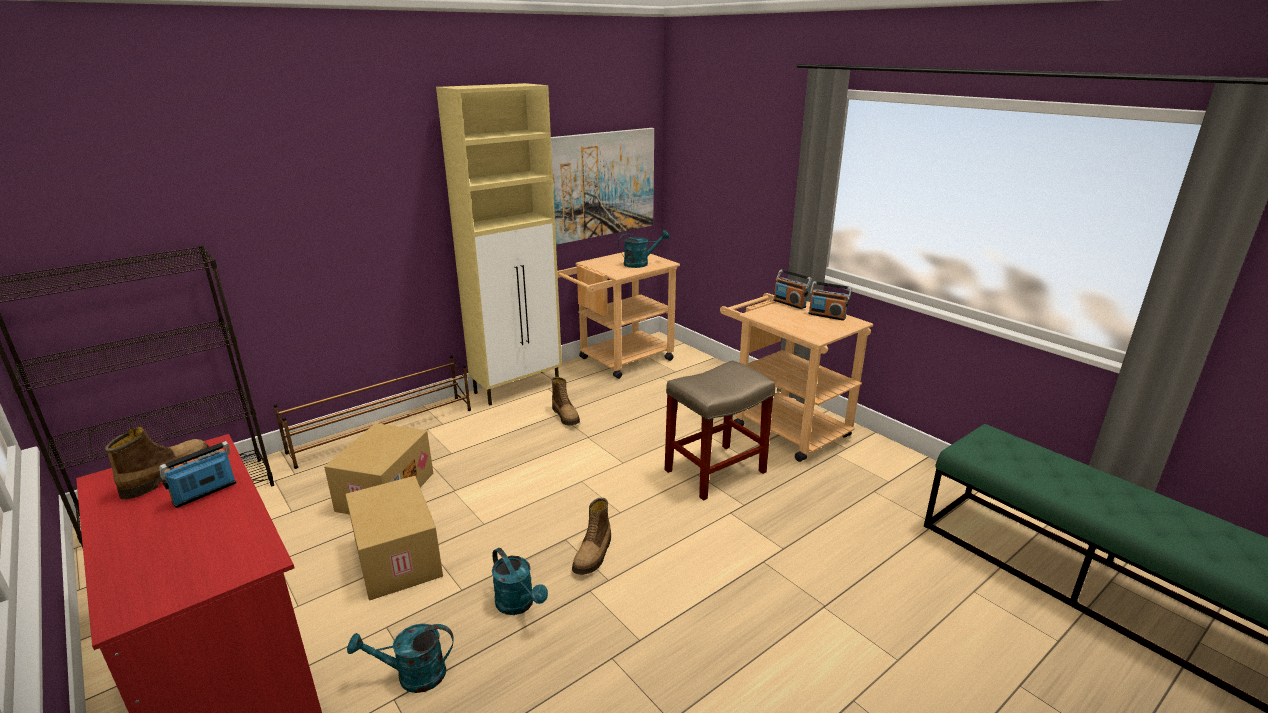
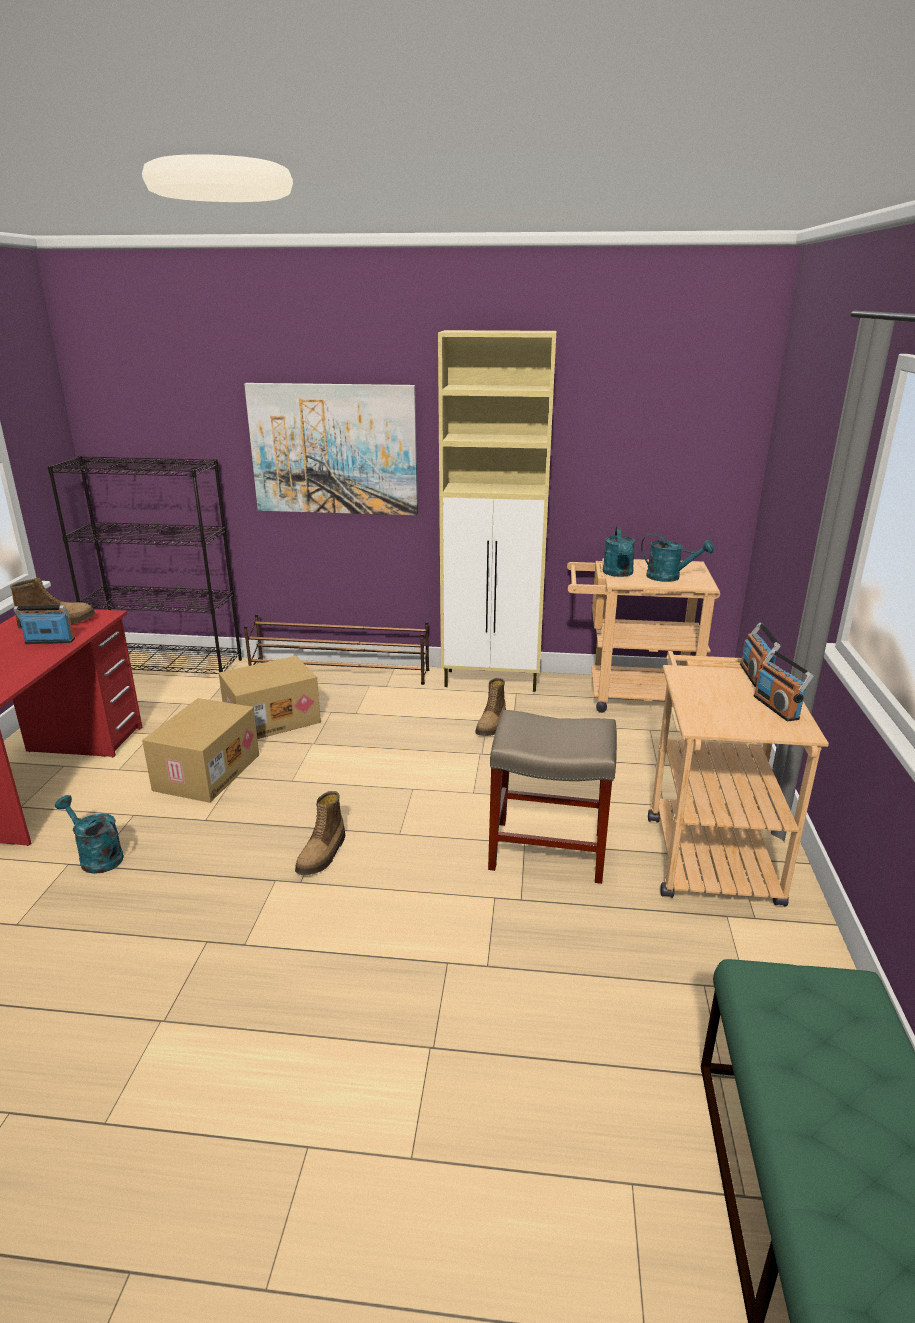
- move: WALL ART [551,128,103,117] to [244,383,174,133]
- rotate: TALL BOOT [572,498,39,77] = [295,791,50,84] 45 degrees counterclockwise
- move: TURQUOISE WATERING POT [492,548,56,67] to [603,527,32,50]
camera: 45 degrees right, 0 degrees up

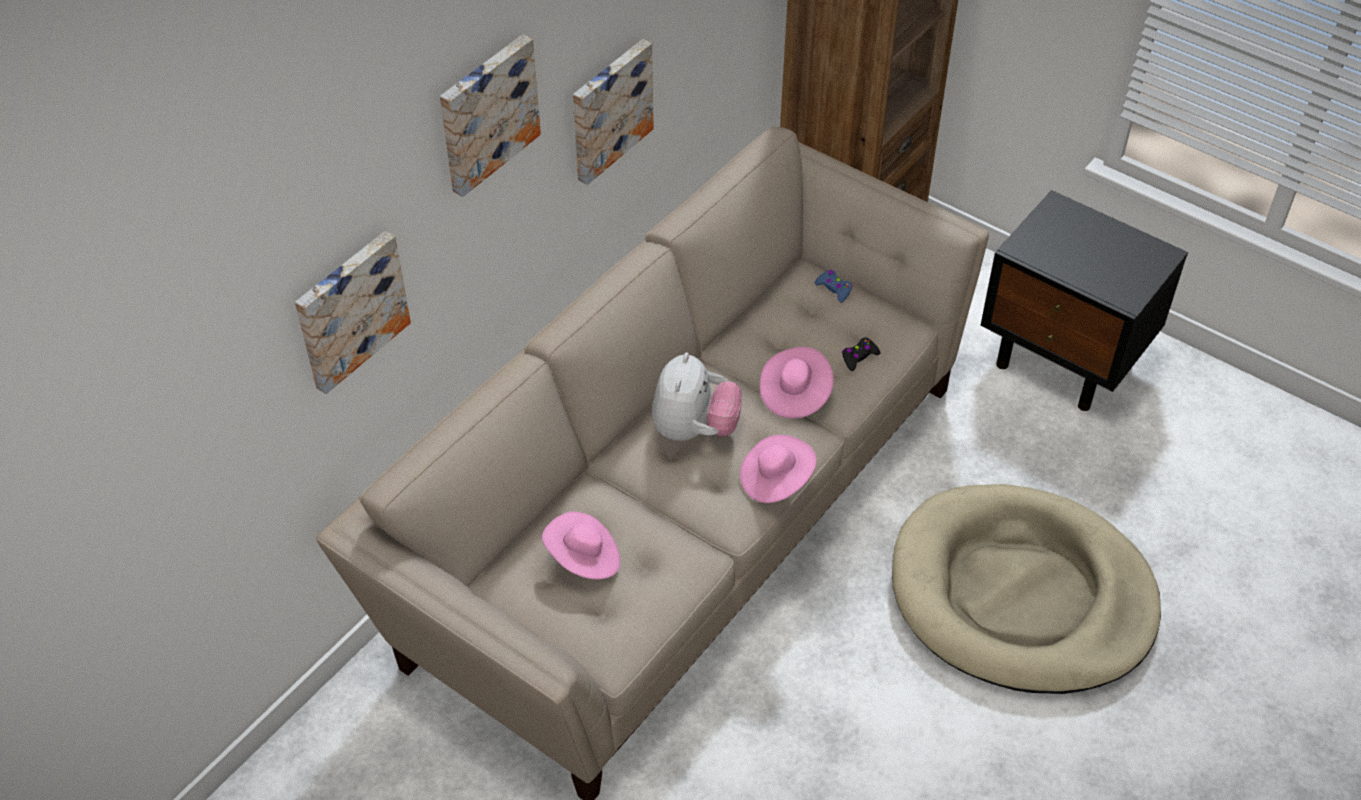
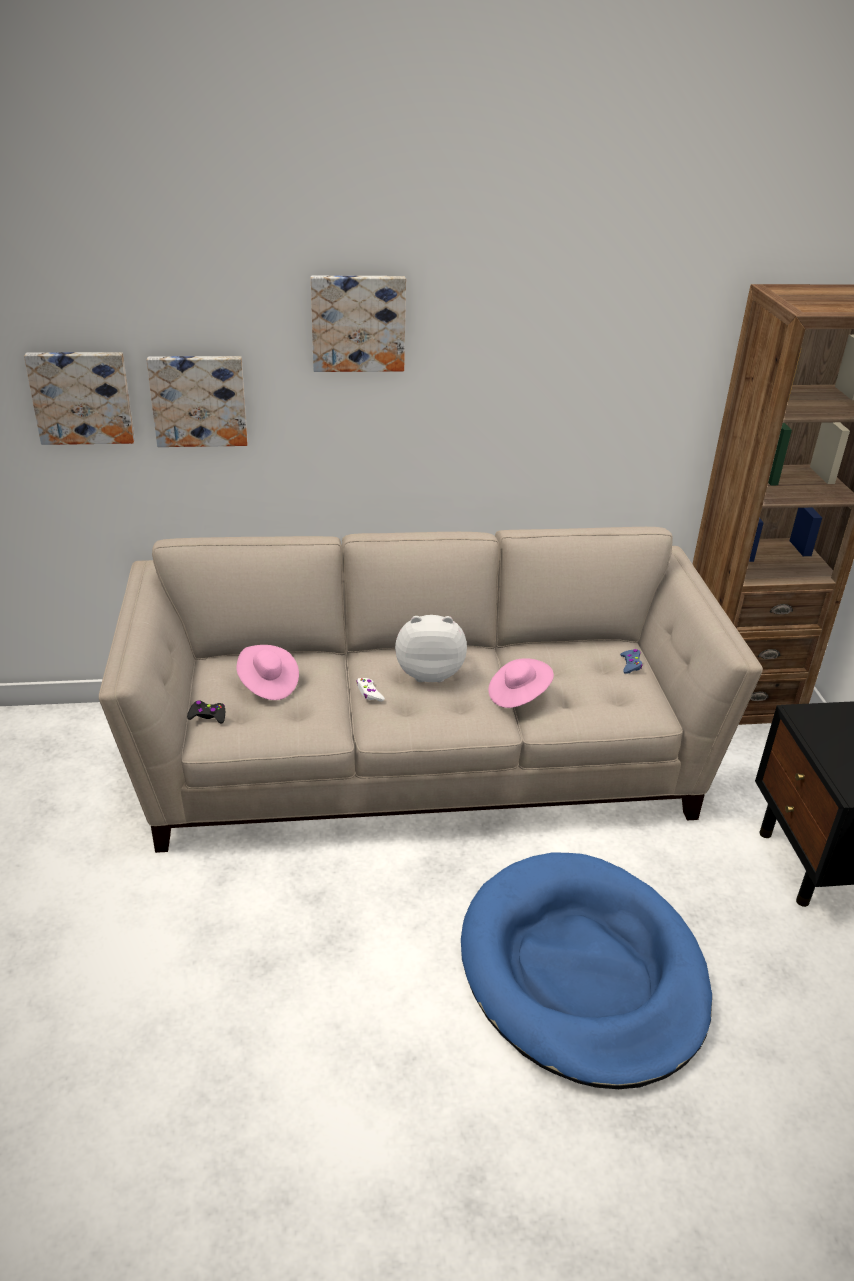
- move: WALL ART [573,39,81,146] to [24,352,111,93]
- move: BLACK GAME CONTROLLER [842,337,39,34] to [187,701,38,22]
- rotate: SOFT TOY [652,352,90,89] = [395,615,72,67] 150 degrees counterclockwise
- delete: PINK WEARABLE HAT [740,435,77,68]
- recolor: BEIGE-COLOURED PET BED [892,484,269,210] to BLUISH PET BED [461,853,251,236]
- insert: WHITE-COLOURED GAME CONTROLLER [356,678,29,24]
camera: 45 degrees right, 15 degrees down

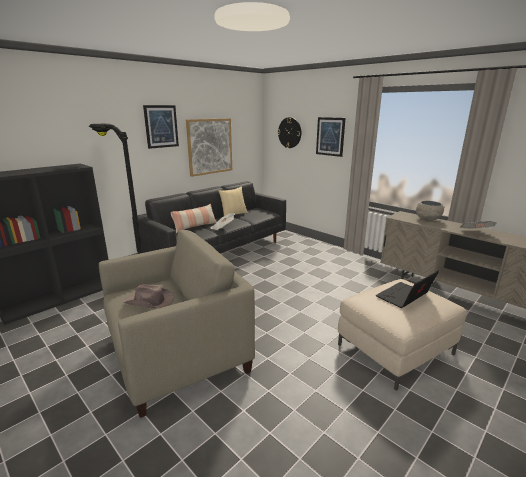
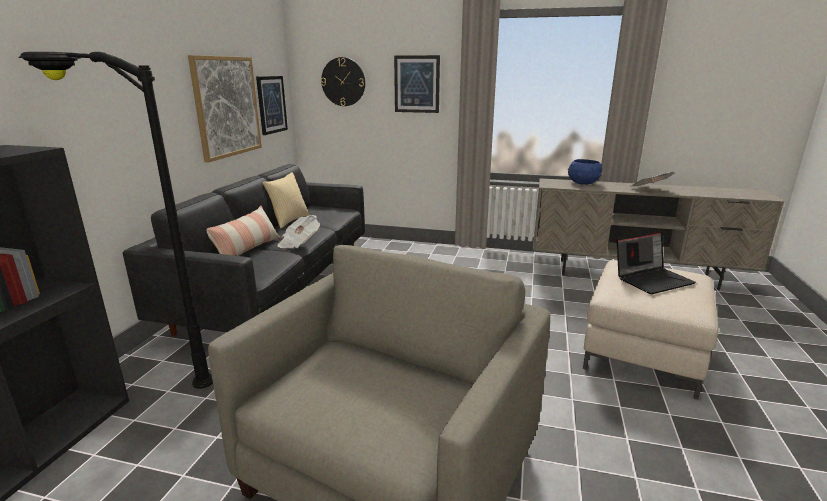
- move: WALL ART [143,105,36,44] to [256,76,32,59]
- recolor: GREYISH DEEP DISH [416,201,29,20] to BLUISH DEEP DISH [568,159,34,26]
- rotate: NOTEBOOK COMPUTER [376,270,63,38] = [617,232,79,62] 135 degrees counterclockwise
- delete: BROWN WEARABLE HAT [123,284,51,25]
camera: 30 degrees left, 0 degrees up

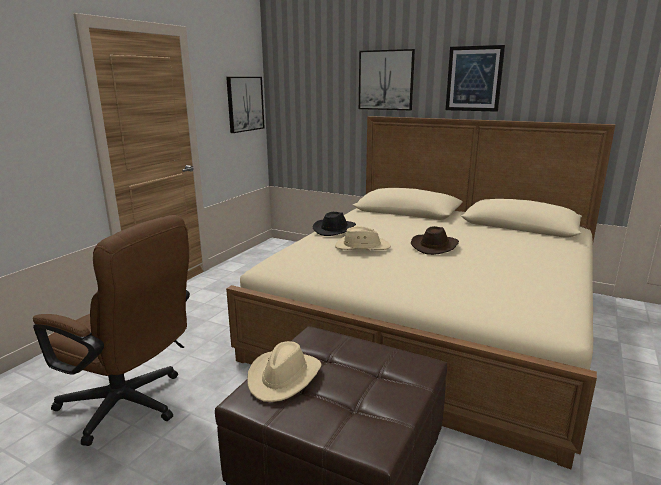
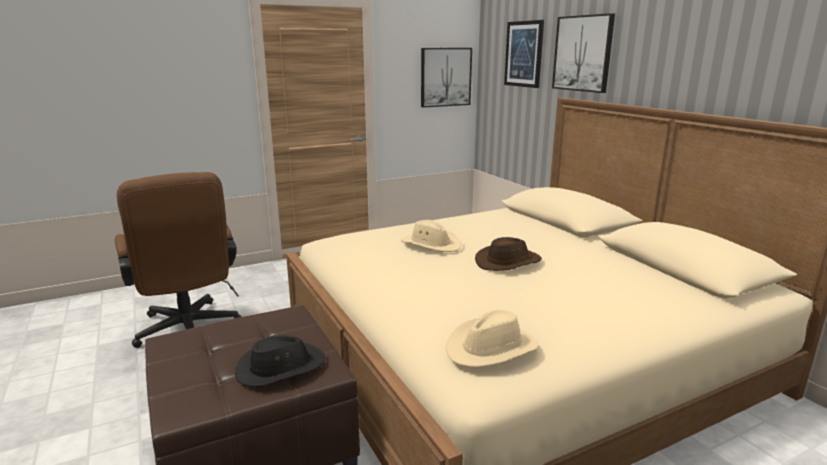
- move: WALL ART [446,45,59,67] to [504,20,40,68]
- move: BLACK WEARABLE HAT [312,212,44,24] to [235,336,91,51]
- move: BEIGE-COLOURED WEARABLE HAT [247,341,75,61] to [446,310,93,58]
camera: 35 degrees right, 0 degrees up

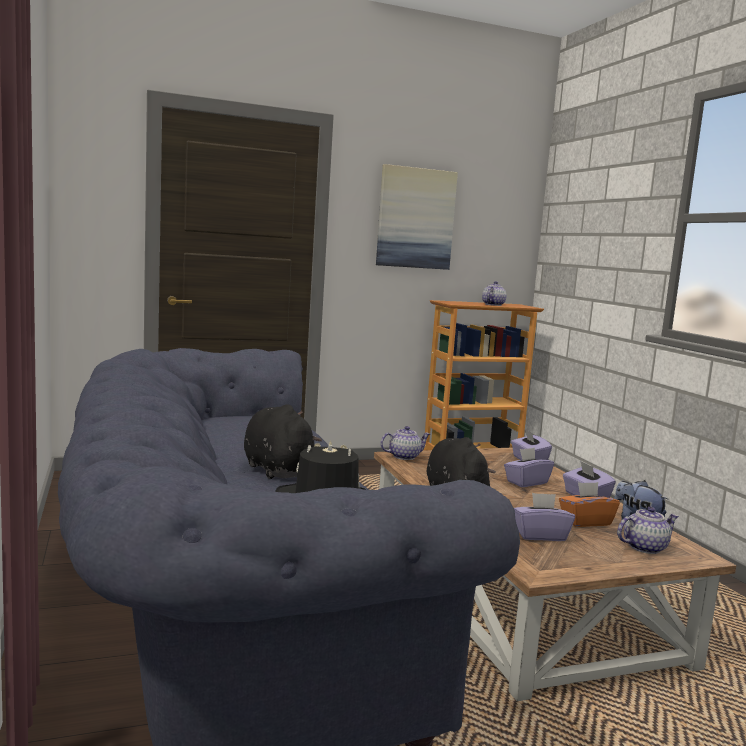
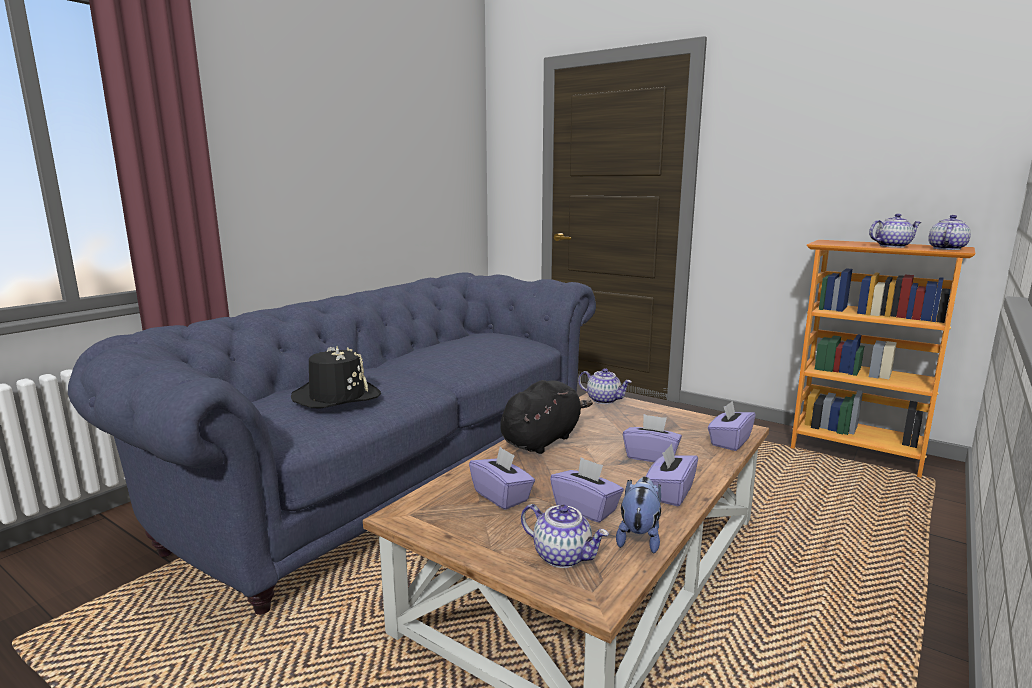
- delete: WALL ART [376,164,82,106]
- delete: BLACK SOFT TOY [244,404,78,75]
- recolor: ORANGE BOX OF TISSUES [559,482,61,45] to PURPLE-COLOURED BOX OF TISSUES [550,457,74,66]
- insert: POT FOR TEA [928,215,43,35]
camera: 55 degrees right, 5 degrees up

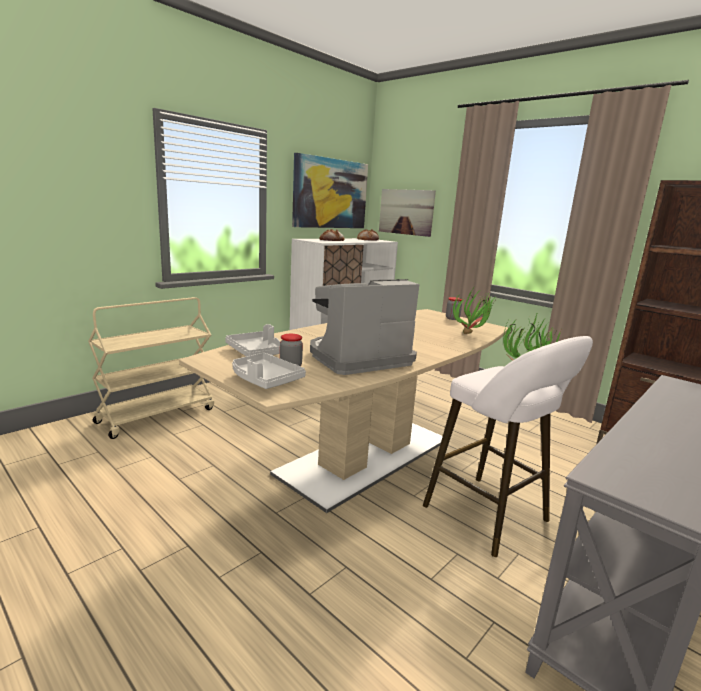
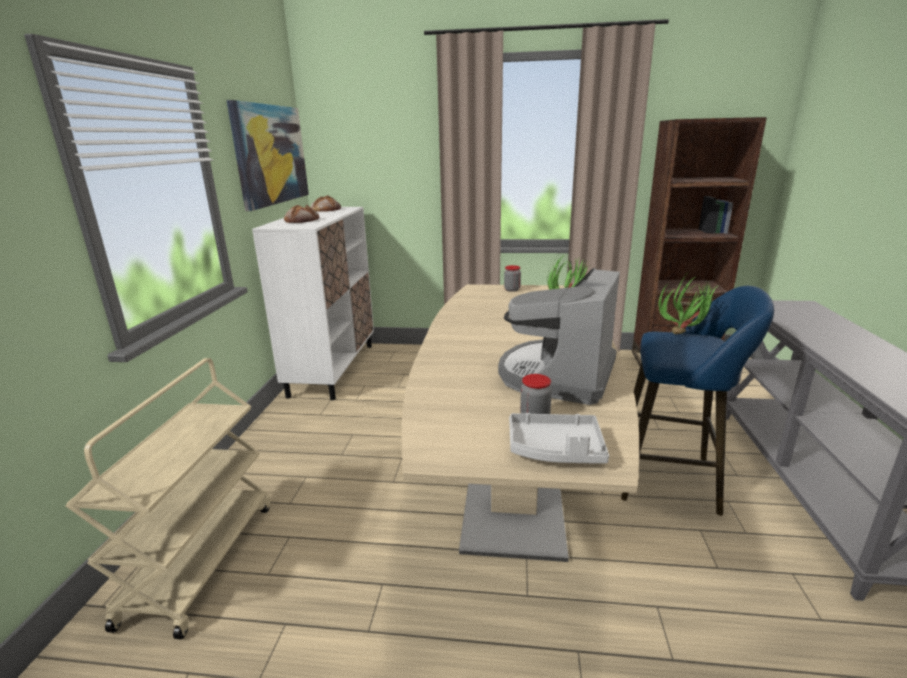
- delete: WALL ART [379,189,57,48]
- delete: GREYISH SERVING TRAY [225,324,55,33]
- recolor: WHITE-COLOURED STOOL [423,336,170,221] to BLUISH STOOL [621,286,153,230]
camera: 35 degrees left, 5 degrees up

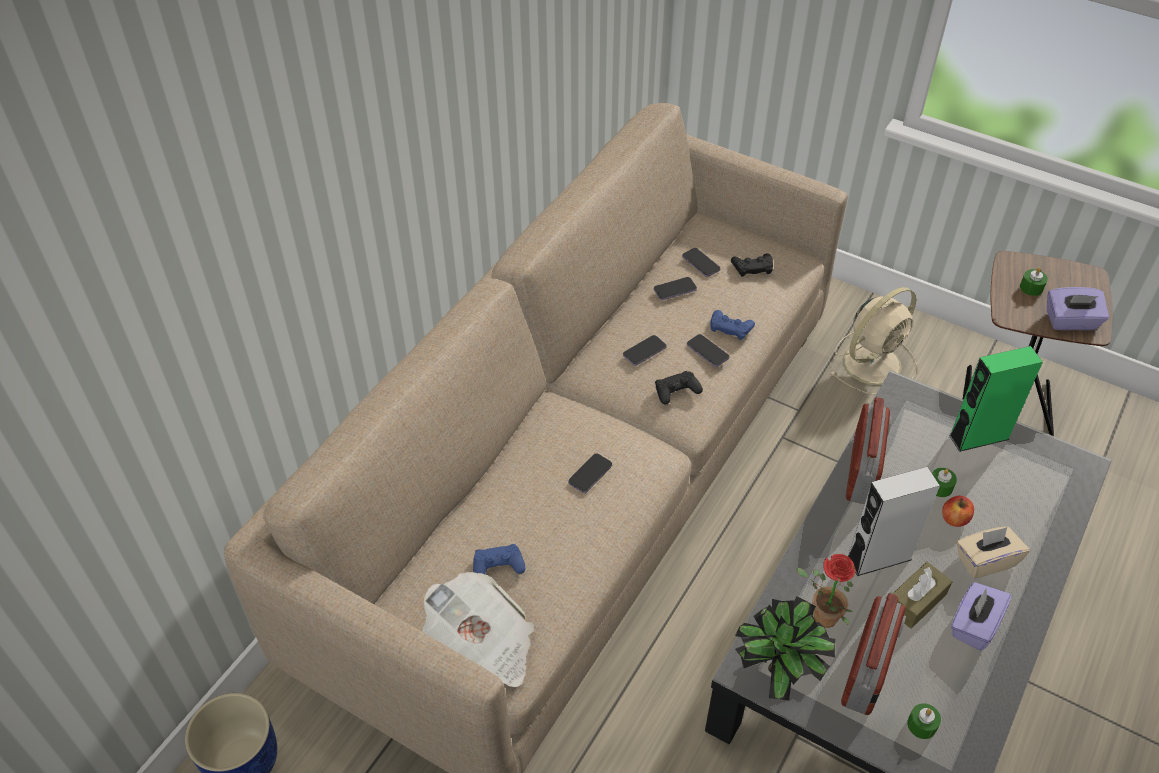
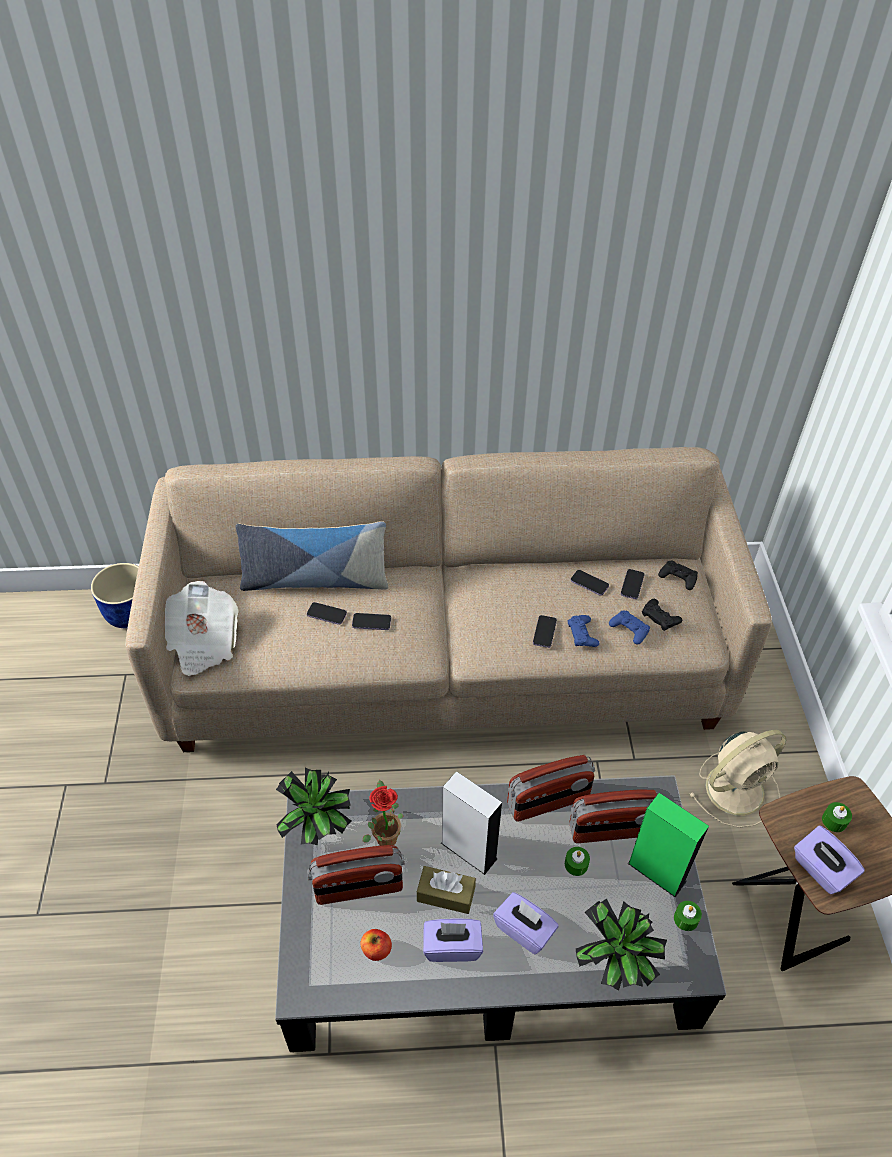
- rotate: BEIGE-COLOURED FAN [829,287,88,108] = [689,730,97,98] 45 degrees counterclockwise
- move: PHONE [623,335,43,31] to [307,602,40,23]
- move: BLACK GAME CONTROLLER [655,371,48,34] to [658,560,40,30]
- move: WHOLE APPLE [942,496,32,31] to [360,929,32,32]
- recolor: BEIGE-COLOURED BOX OF TISSUES [957,526,73,53] to PURPLE-COLOURED BOX OF TISSUES [493,892,66,63]
- move: BLUISH GAME CONTROLLER [473,544,52,30] to [609,610,41,35]
- move: GREEN CANDLE [907,703,34,36] to [674,901,28,30]
- insert: CUSHION [235,521,153,70]
- insert: RADIO [569,790,90,53]
- insert: PLANT IN A POT [576,899,91,92]
camera: 55 degrees right, 0 degrees up

